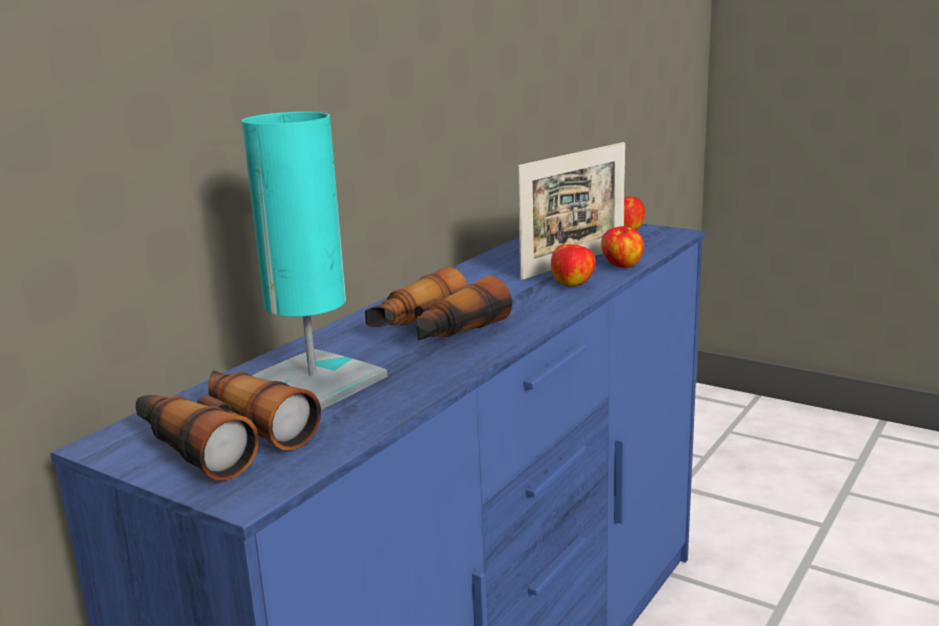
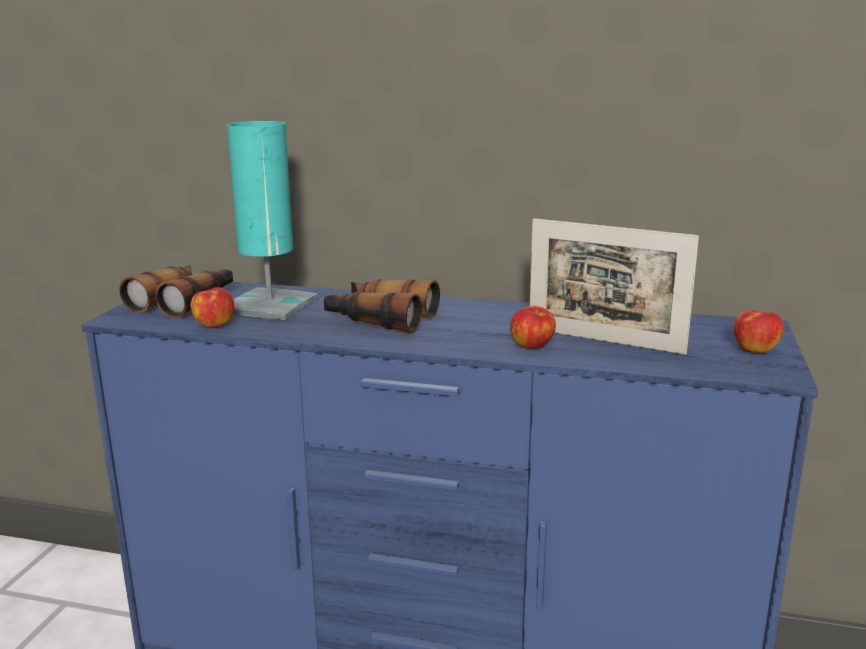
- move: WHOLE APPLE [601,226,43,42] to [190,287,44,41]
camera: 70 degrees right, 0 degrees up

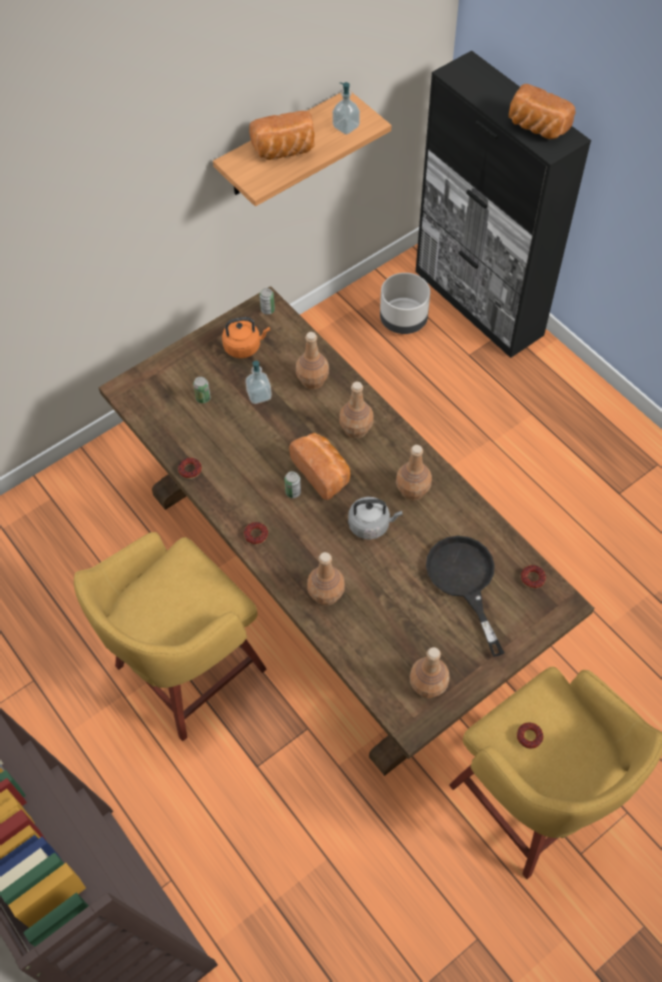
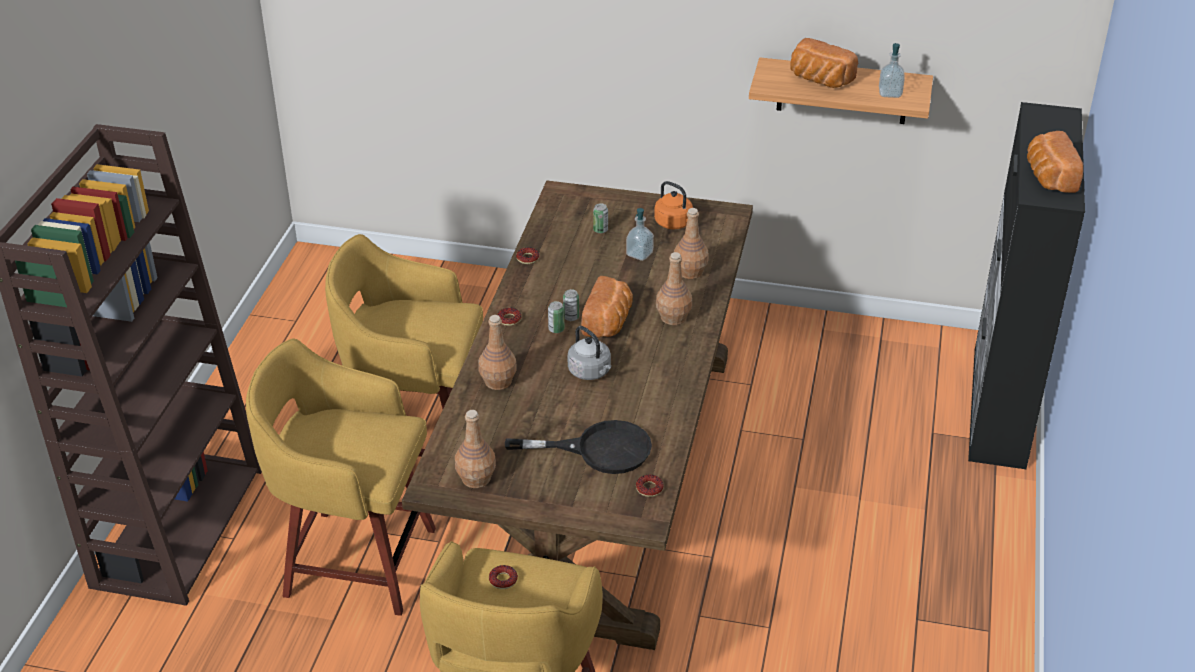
- delete: GREYISH FLOWER POT [380,273,50,61]
- move: METAL CAN [259,288,16,27] to [548,301,17,32]
- delete: BROWN BOTTLE [396,445,36,56]
- rotate: BLACK PAN [426,536,78,121] = [505,420,147,54] 60 degrees clockwise
- insert: YELLOW-COLOURED STOOL [246,339,190,277]
camera: 50 degrees right, 20 degrees down

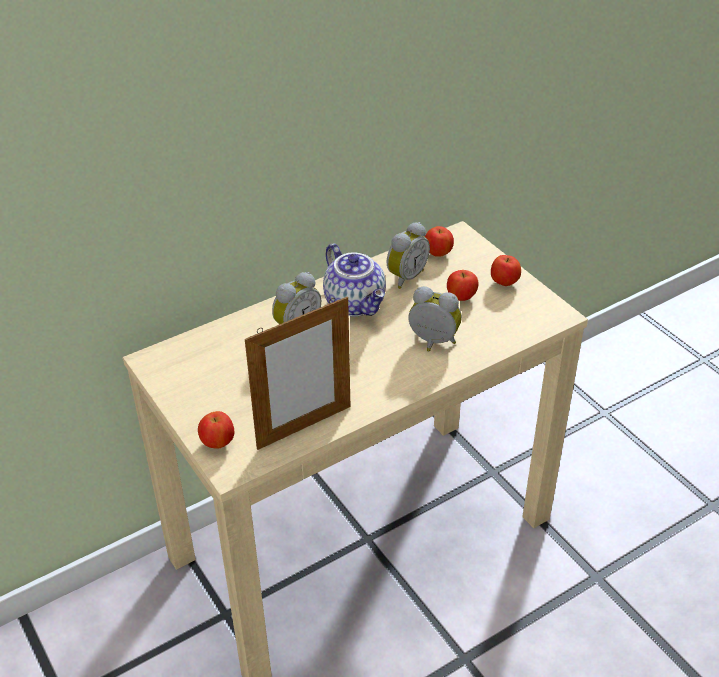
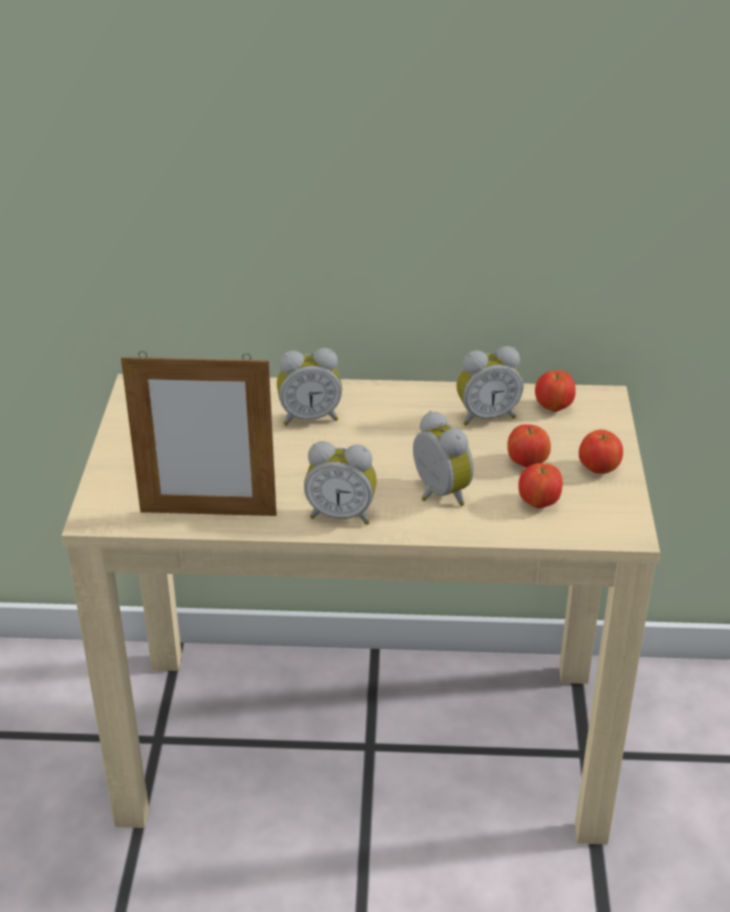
- delete: POT FOR TEA [323,243,63,74]
- move: WHOLE APPLE [198,411,36,38] to [518,463,45,45]
- insert: ALARM CLOCK [304,441,73,84]
camera: 35 degrees right, 5 degrees down

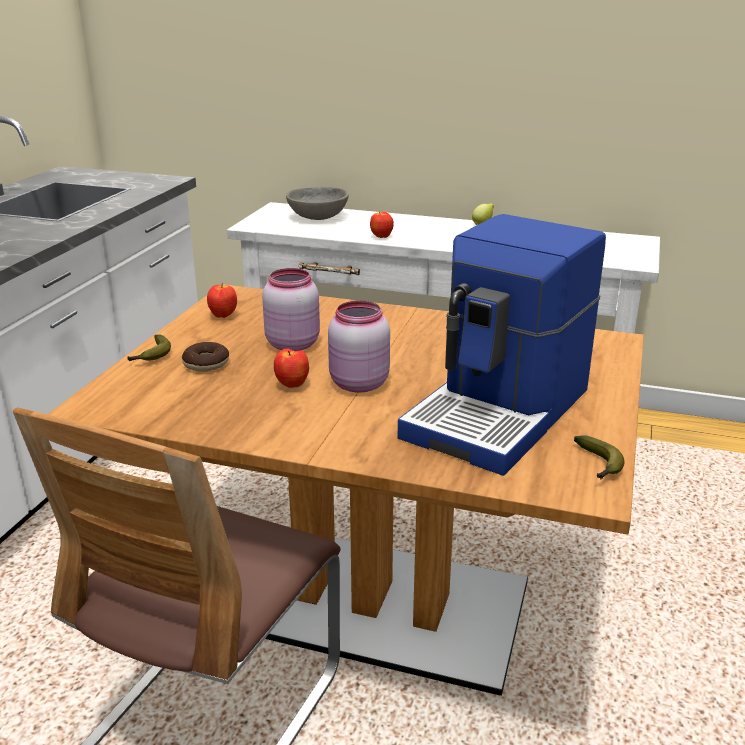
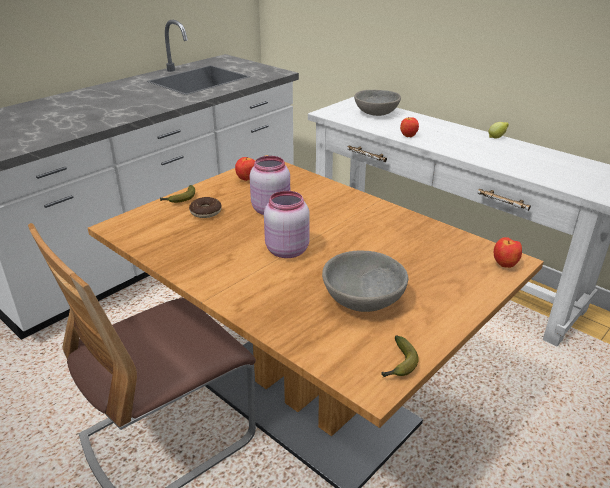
- replace: COFFEE MACHINE [398,214,208,262] to GREYISH DEEP DISH [322,250,86,62]
- move: WHOLE APPLE [274,349,35,39] to [494,237,28,31]
camera: 25 degrees right, 5 degrees up

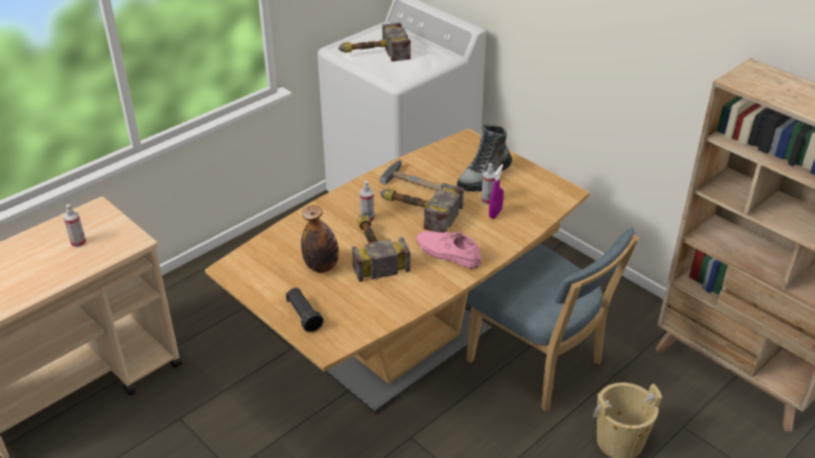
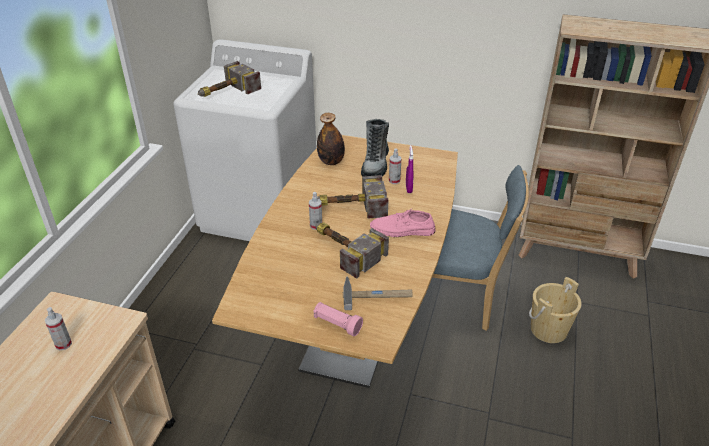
- move: TOOL HAMMER [380,160,61,30] to [343,277,70,33]
- move: BOTTLE [301,205,38,68] to [317,113,28,52]
- recolor: BLACK FLASHLIGHT [286,288,38,44] to PINK FLASHLIGHT [314,302,49,34]
camera: 30 degrees left, 0 degrees up

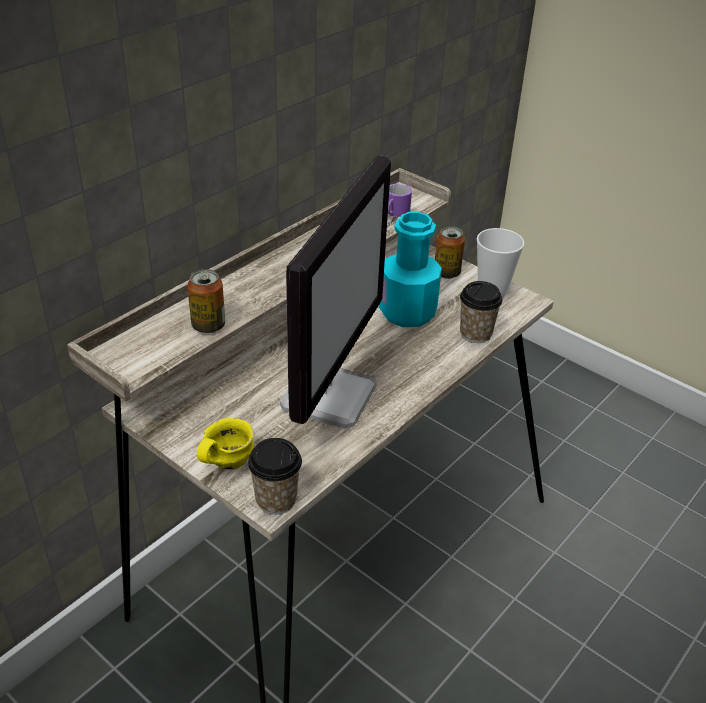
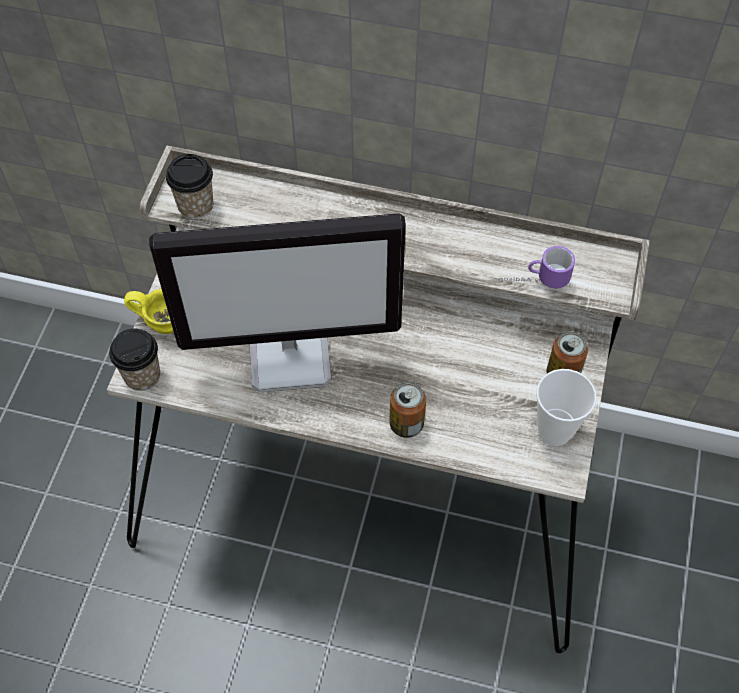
- delete: TURQUOISE BOTTLE [379,212,63,115]
- move: METAL CAN [187,269,38,64] to [389,382,37,56]
- move: DRINKING CUP [460,281,43,62] to [166,154,47,66]
camera: 65 degrees right, 20 degrees up

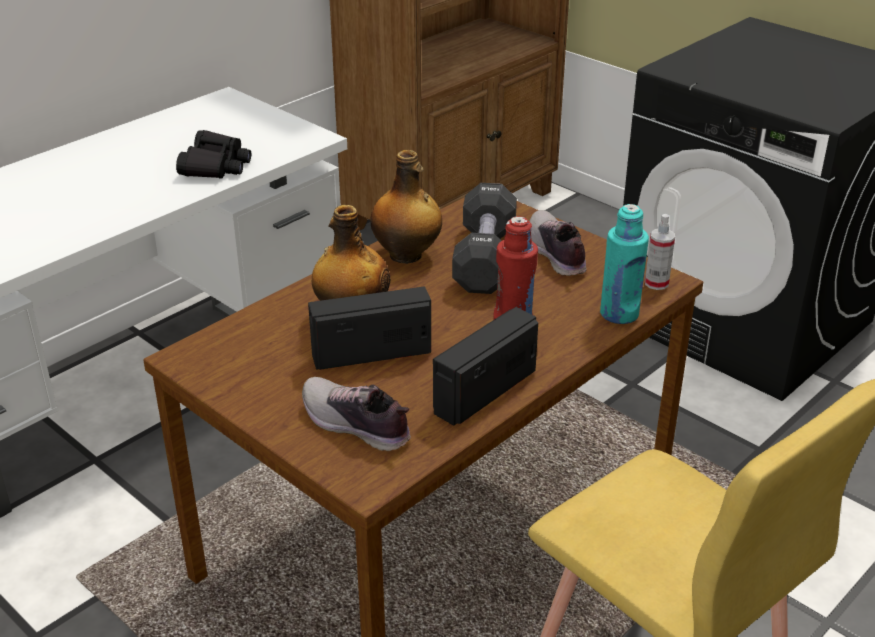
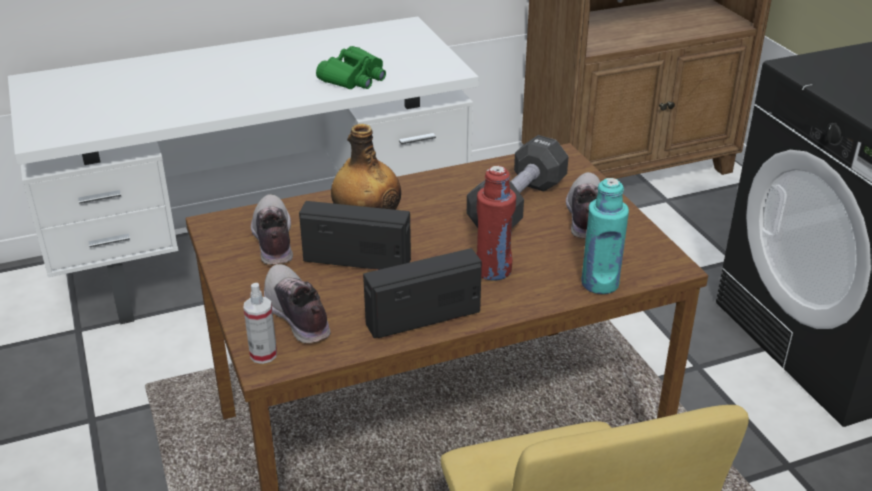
- recolor: BLACK PAIR OF BINOCULARS [176,130,75,49] to GREEN PAIR OF BINOCULARS [316,46,70,43]
- delete: BOTTLE [370,150,72,114]
- move: SPRAYER [645,214,30,76] to [243,283,34,81]
- insert: SHOE [251,194,42,71]
camera: 25 degrees right, 0 degrees up

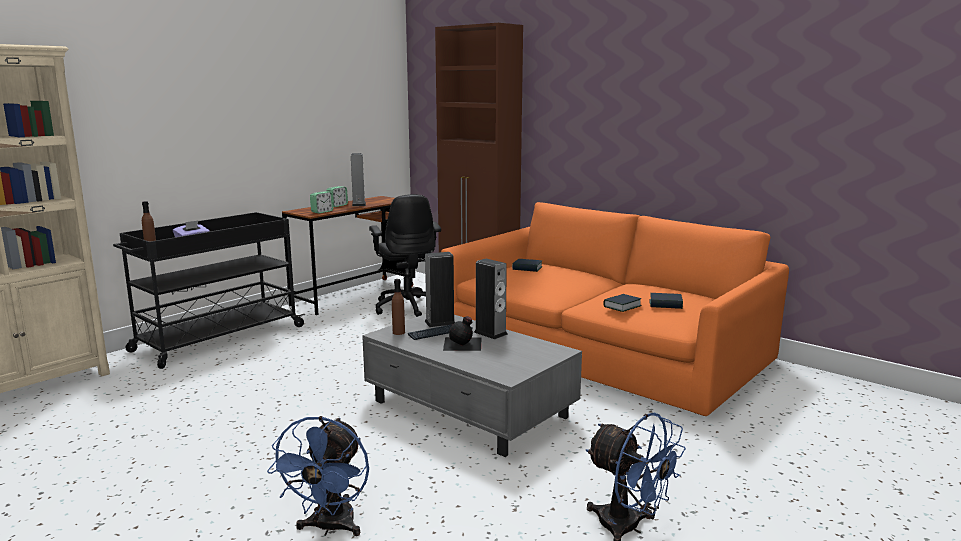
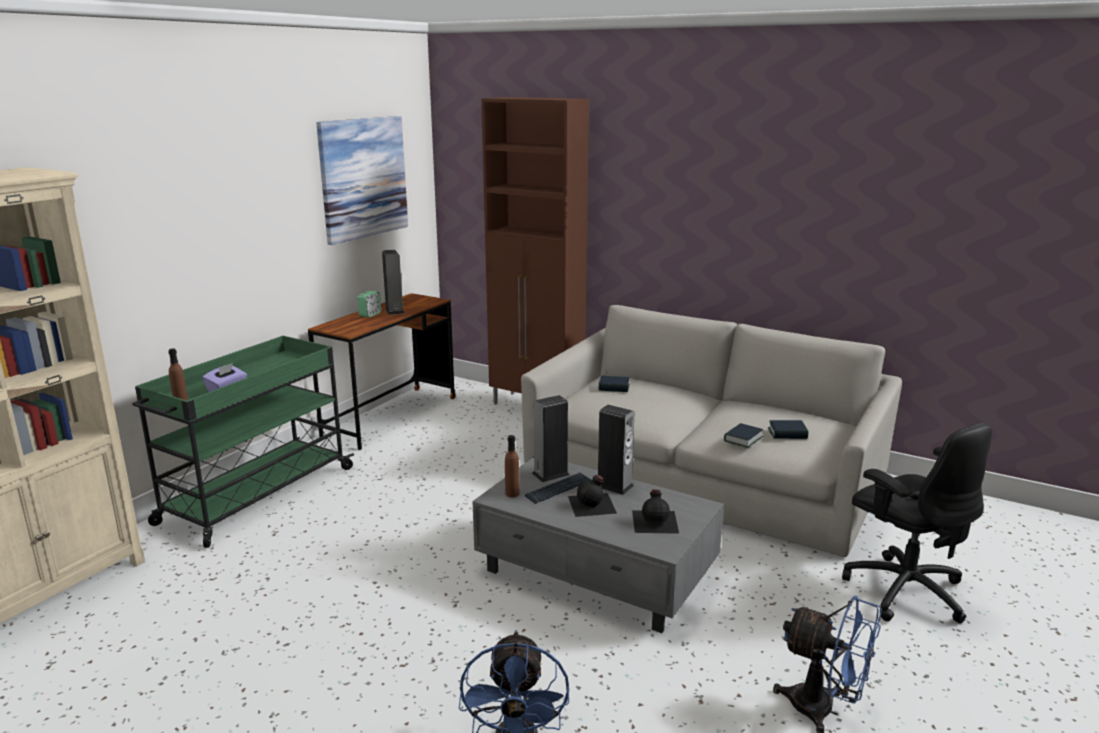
- delete: ALARM CLOCK [310,191,24,22]
- move: BLACK OFFICE CHAIR [369,194,72,123] to [842,423,150,201]
- recolor: ORANGE SETTEE [441,202,348,214] to GREYISH SETTEE [521,305,381,252]
- recolor: BLACK TROLLEY [113,212,192,157] to GREEN TROLLEY [132,336,222,212]
- insert: WALL ART [316,116,92,129]
- insert: BLACK BOTTLE [632,490,47,44]
camera: 10 degrees left, 5 degrees up

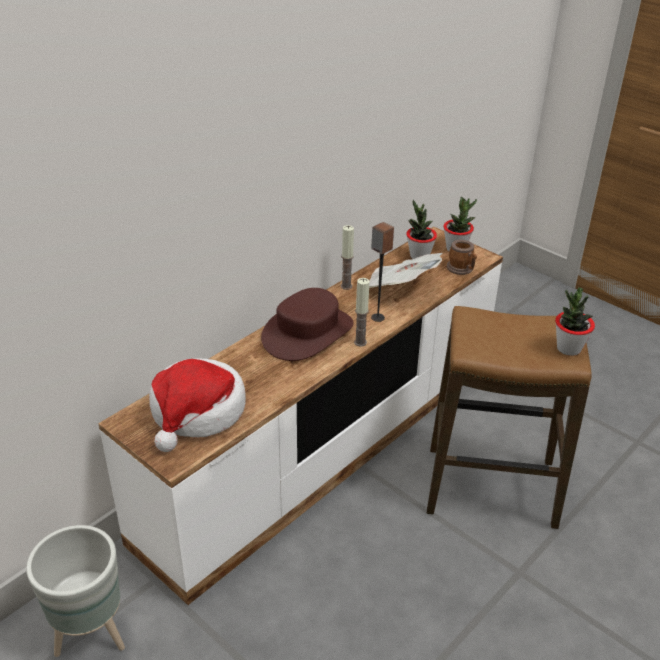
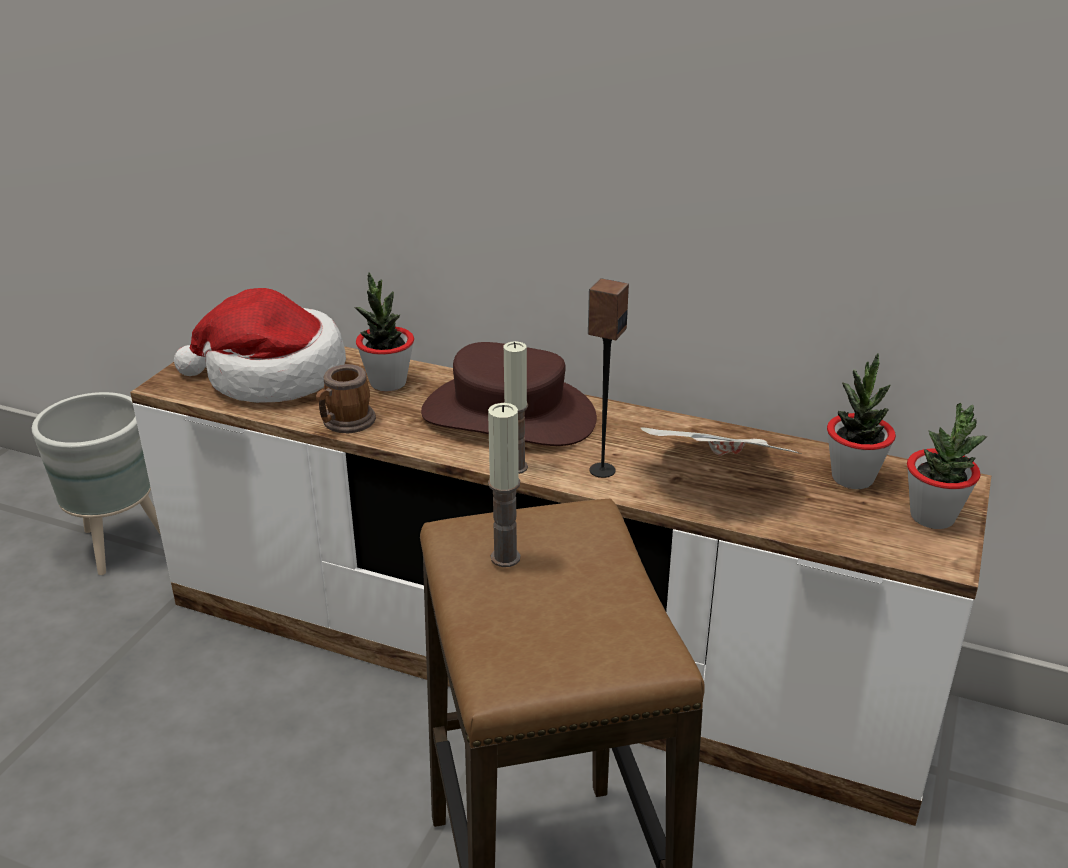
- move: CANDLE [341,225,13,65] to [488,403,32,164]
- move: COFFEE MUG [447,240,30,35] to [316,364,60,69]
- move: PLANT IN A POT [555,287,40,69] to [354,272,60,119]
camera: 70 degrees right, 5 degrees down

